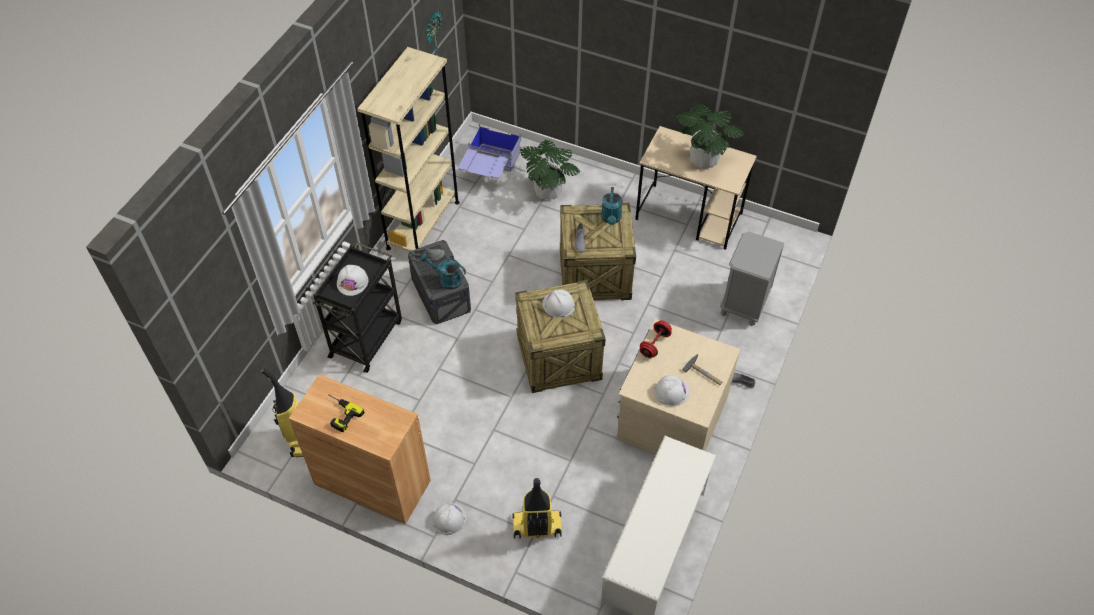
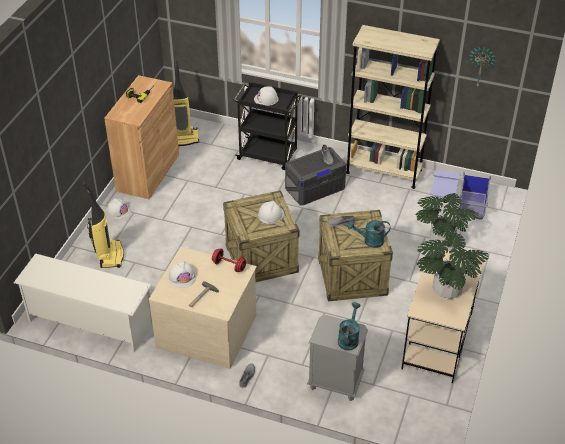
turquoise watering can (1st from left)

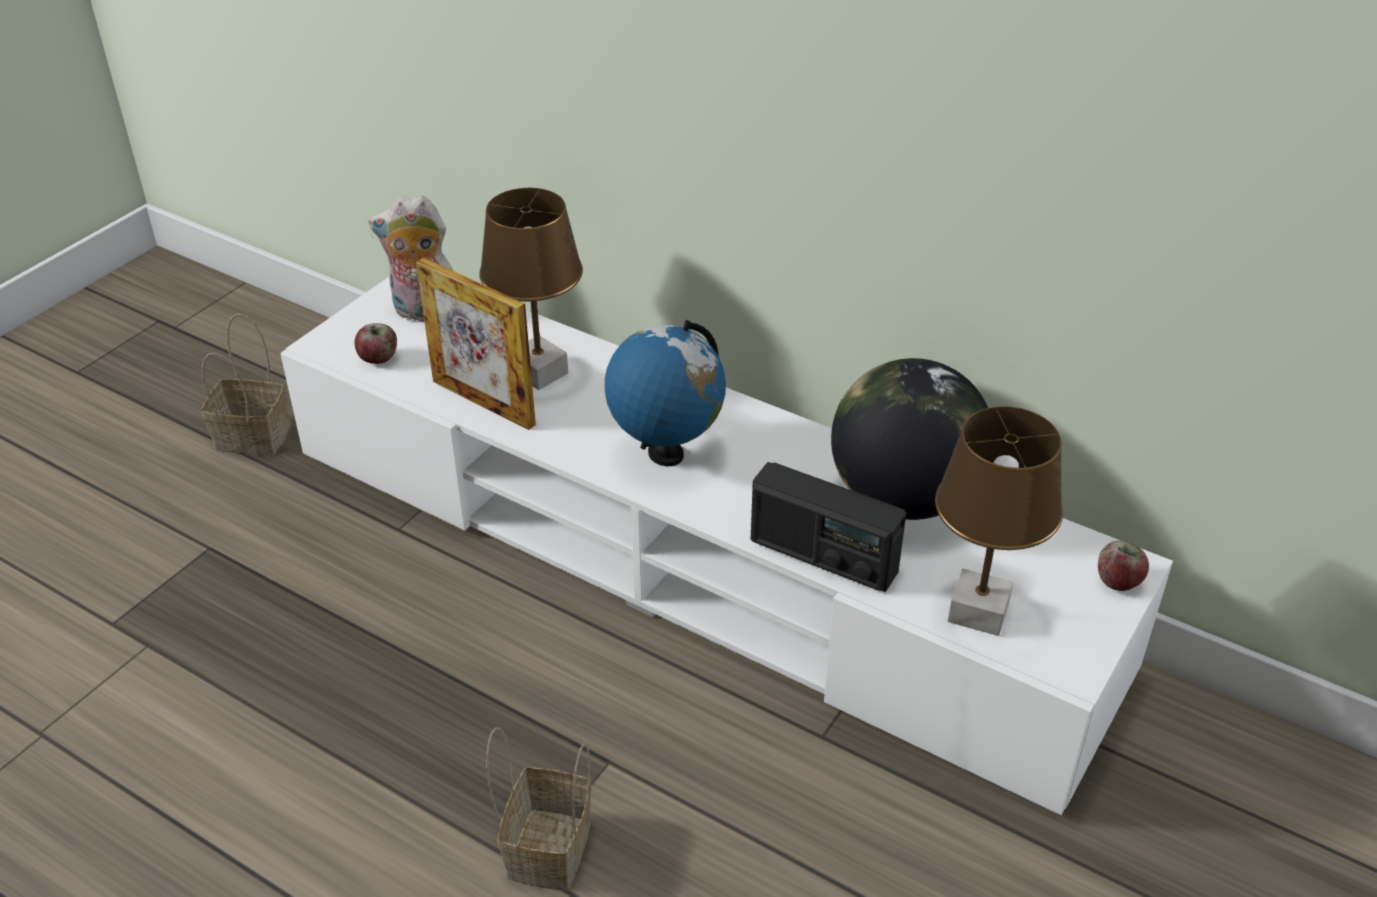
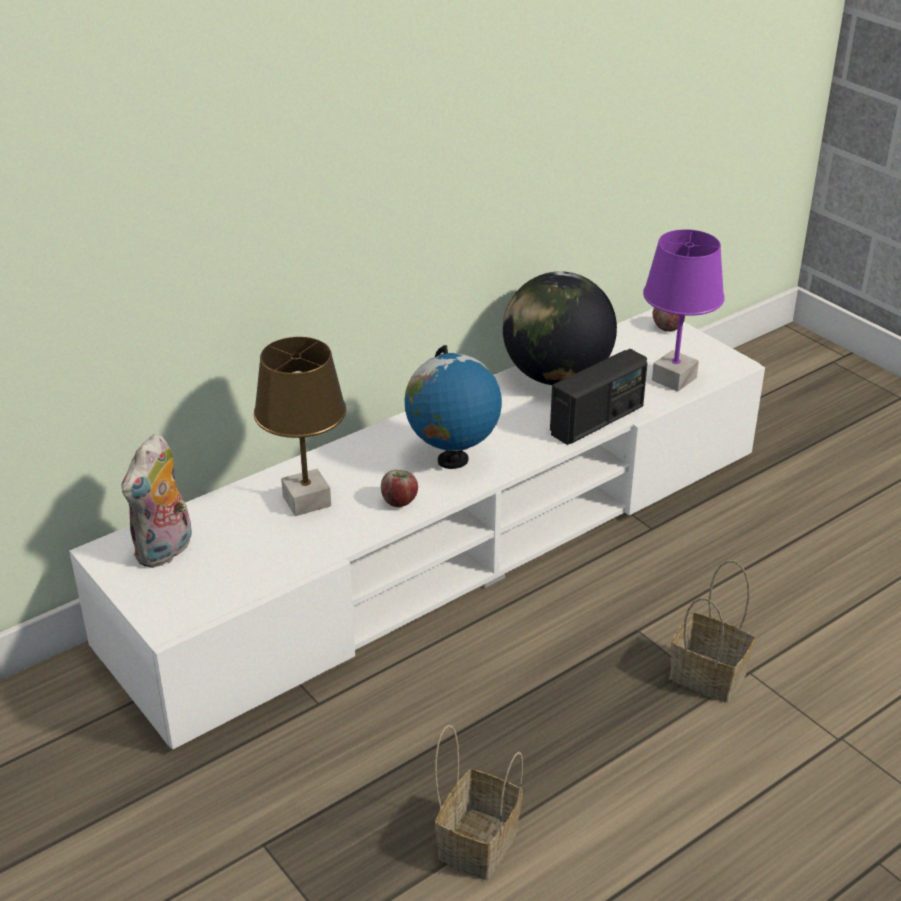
picture frame
basket (1st from left)
apple (1st from left)
purple table lamp

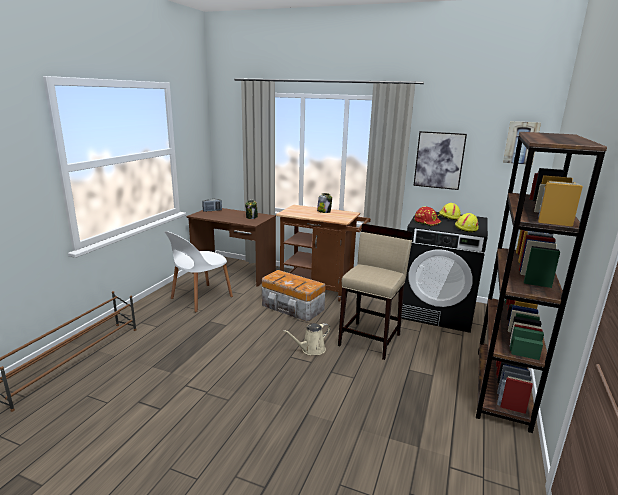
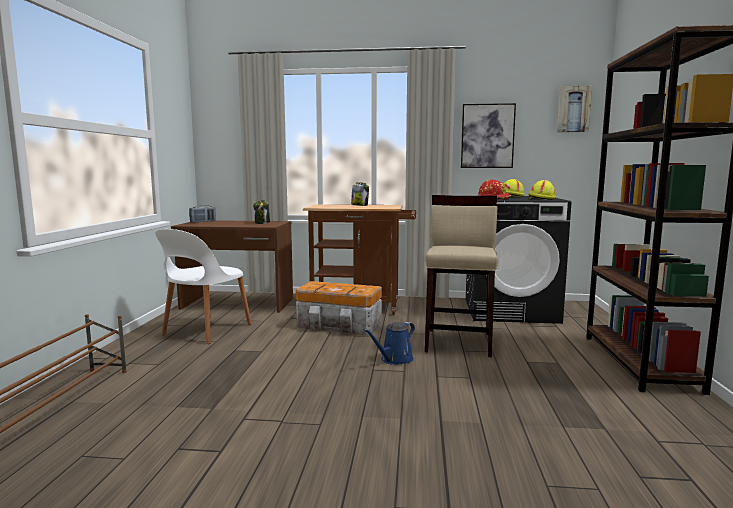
blue watering can

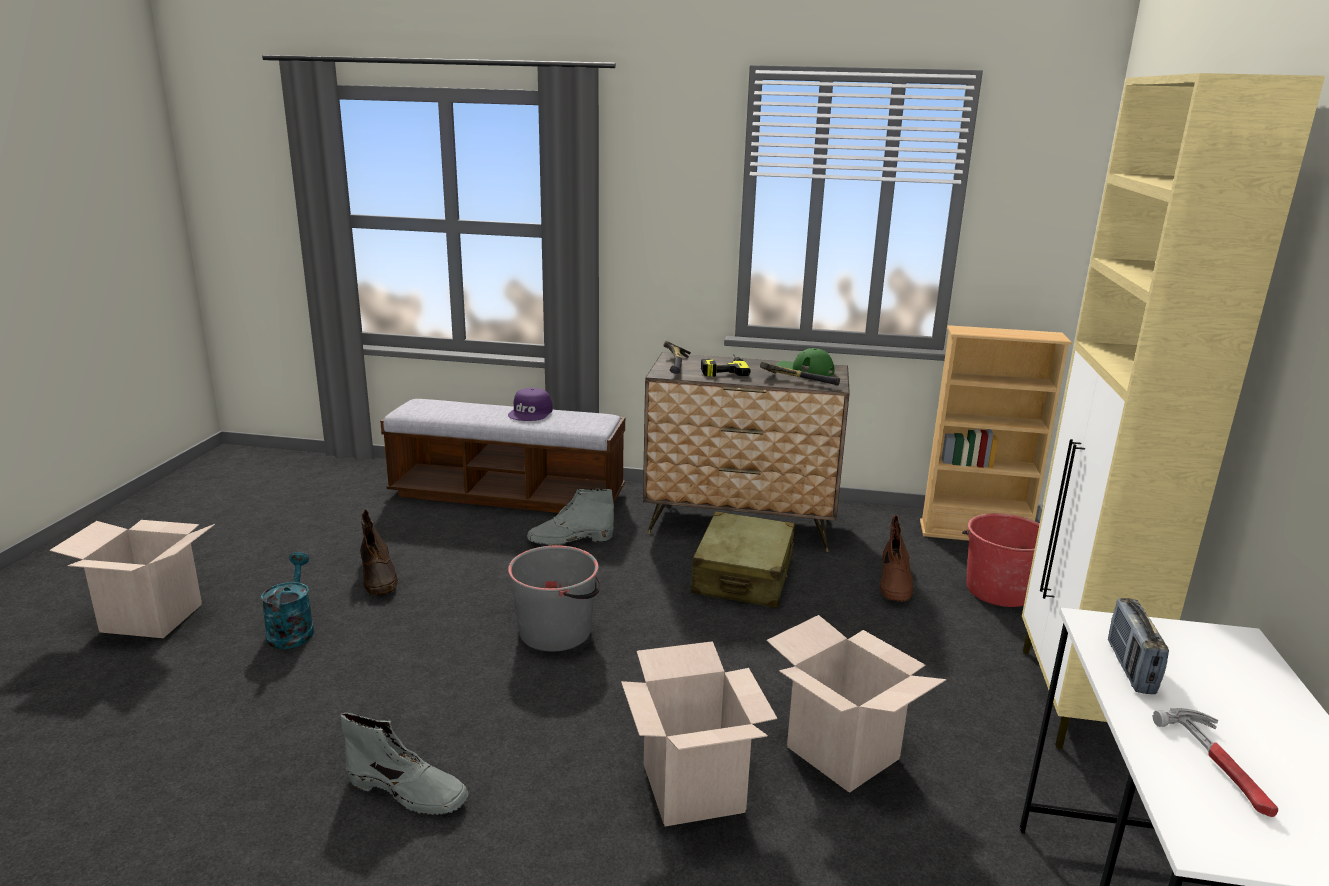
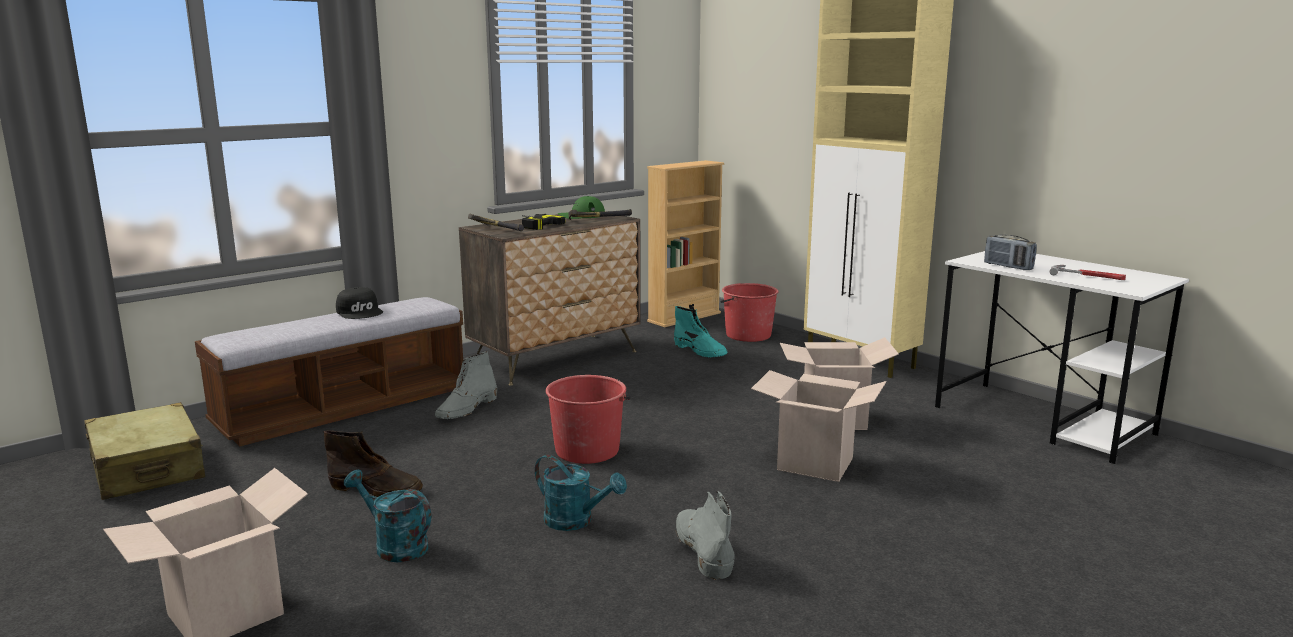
black cap
beige suitcase
turquoise boot
red bucket (1st from left)
grey boot (2nd from left)
turquoise watering can (2nd from left)

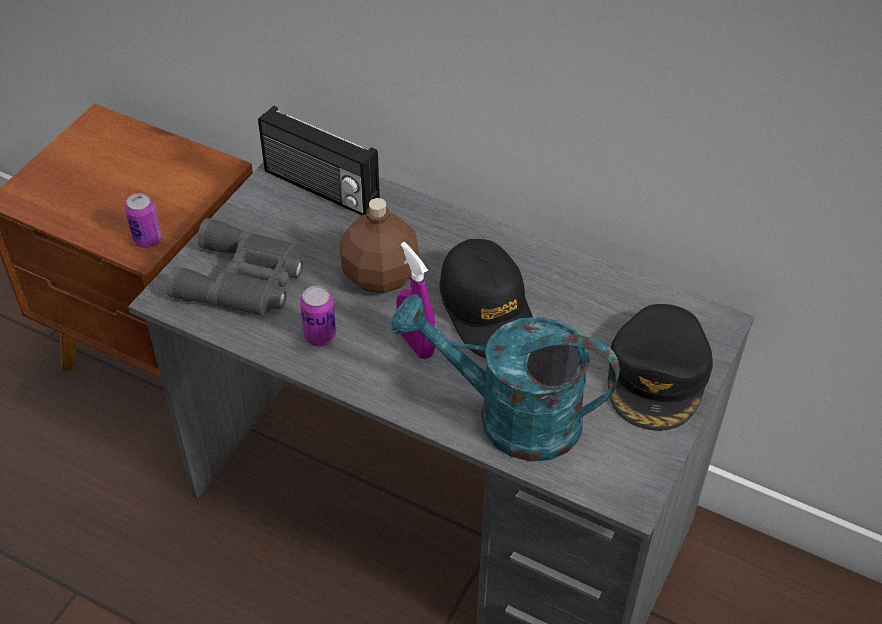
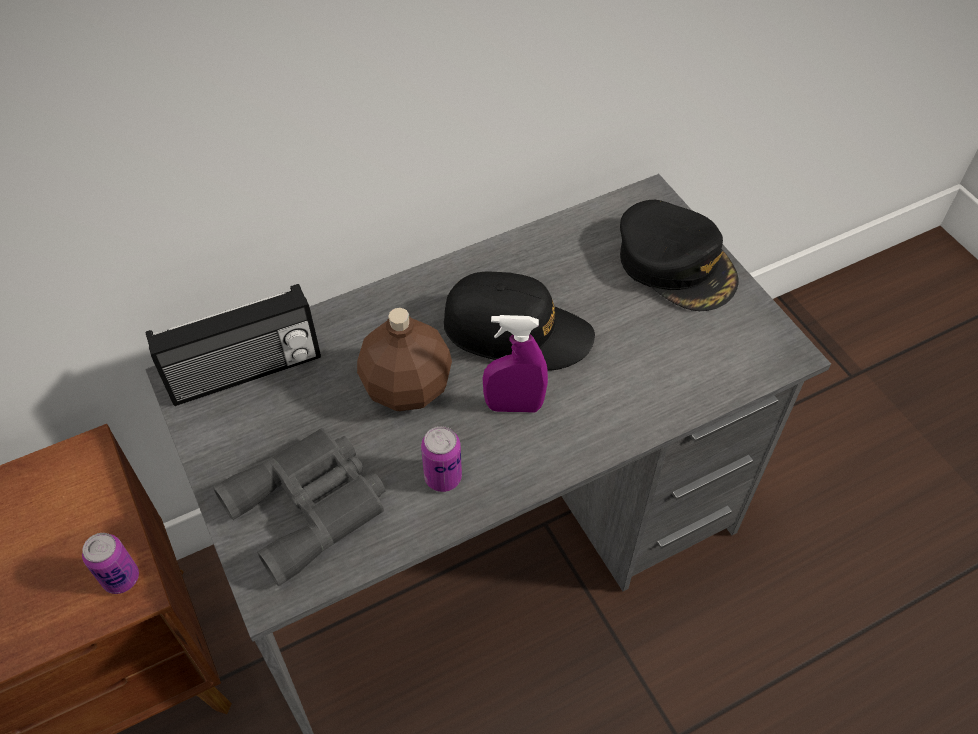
turquoise watering can

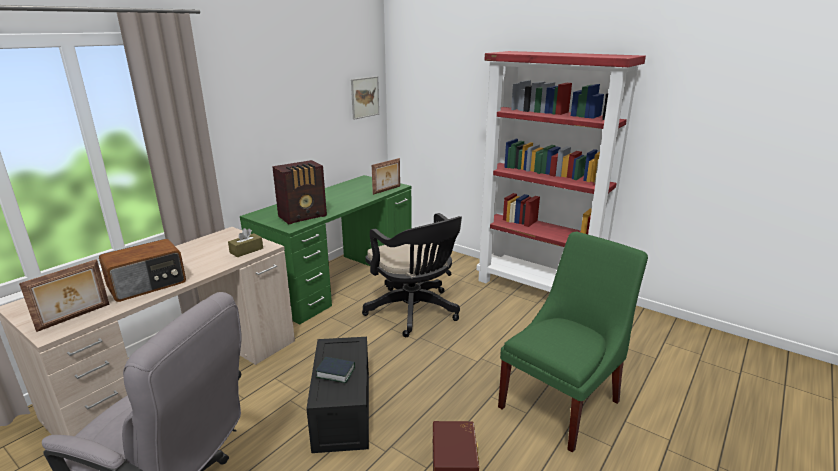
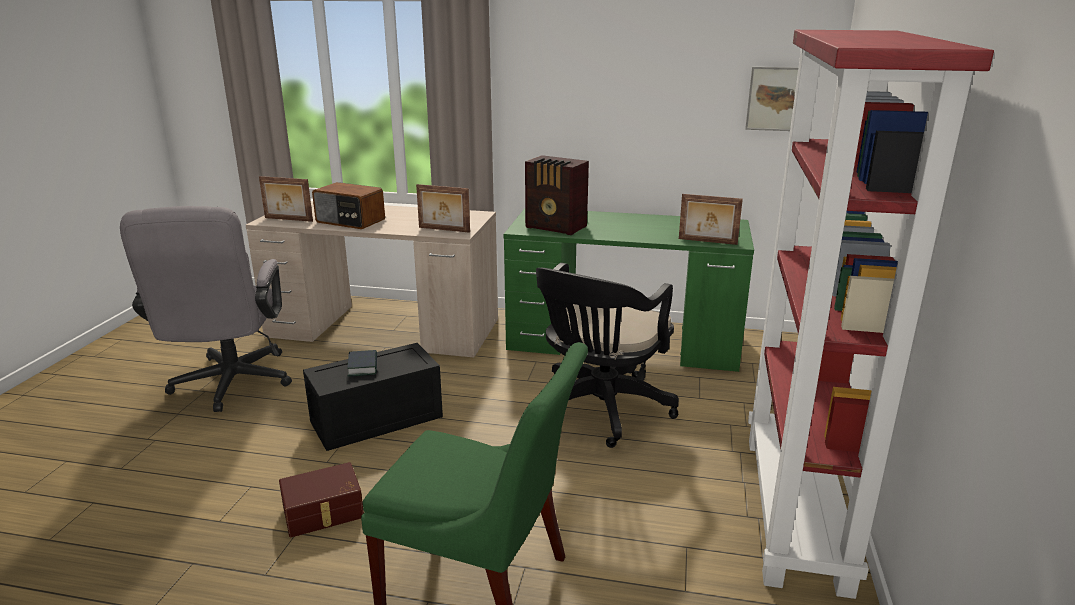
picture frame (2nd from left)

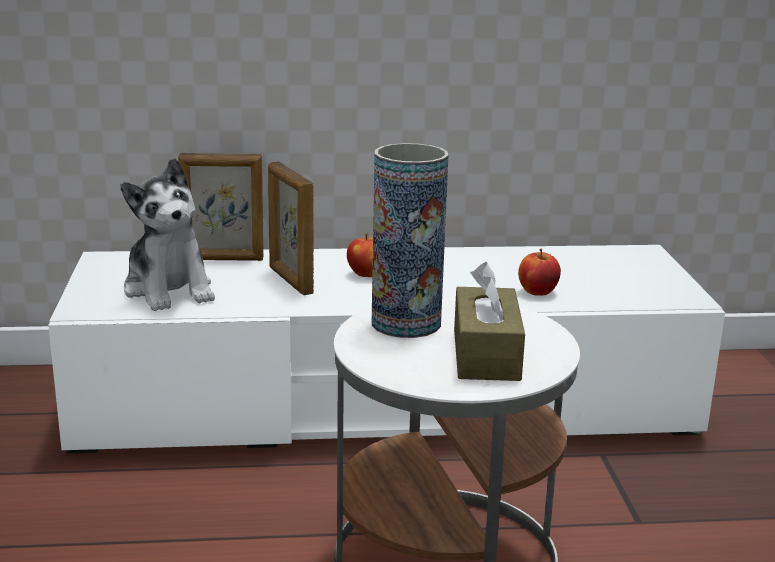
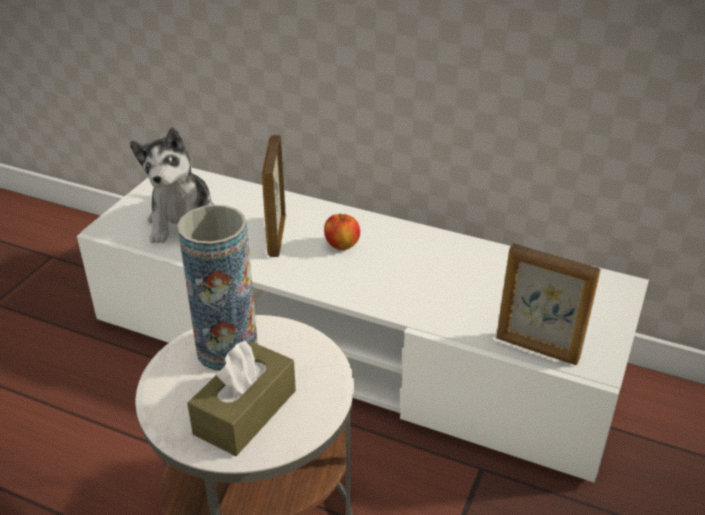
picture frame (2nd from left)
apple (2nd from left in the first image)

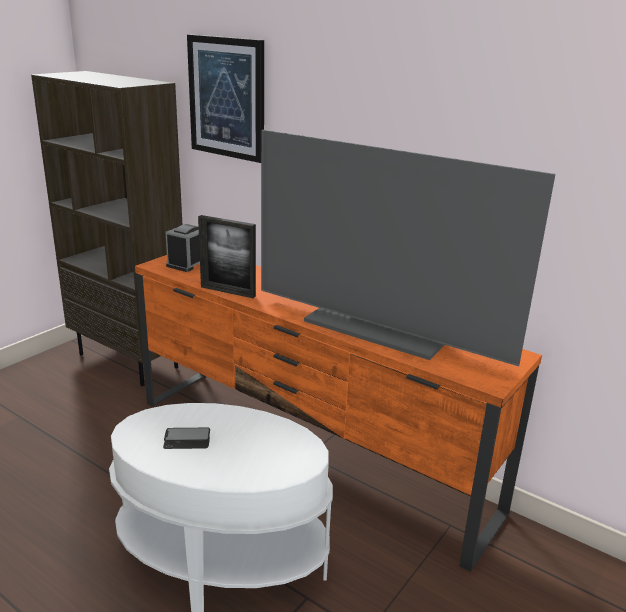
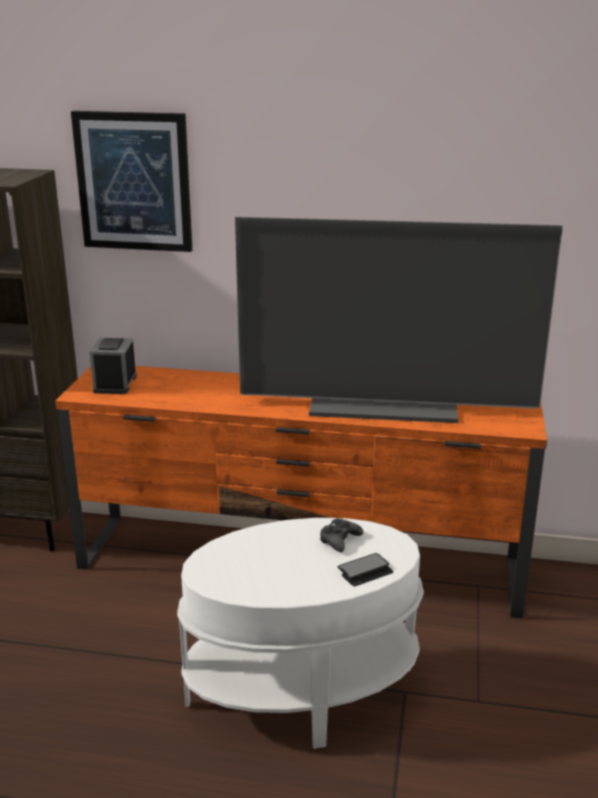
picture frame
phone
black game controller

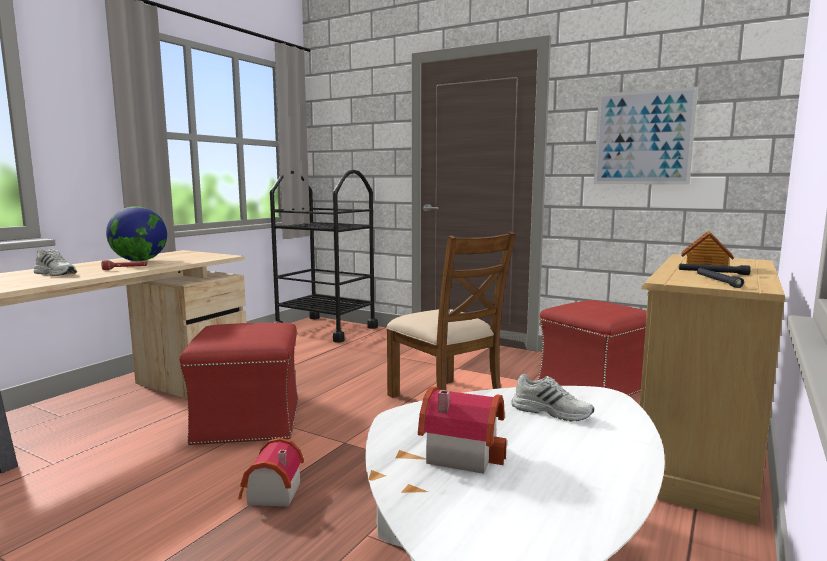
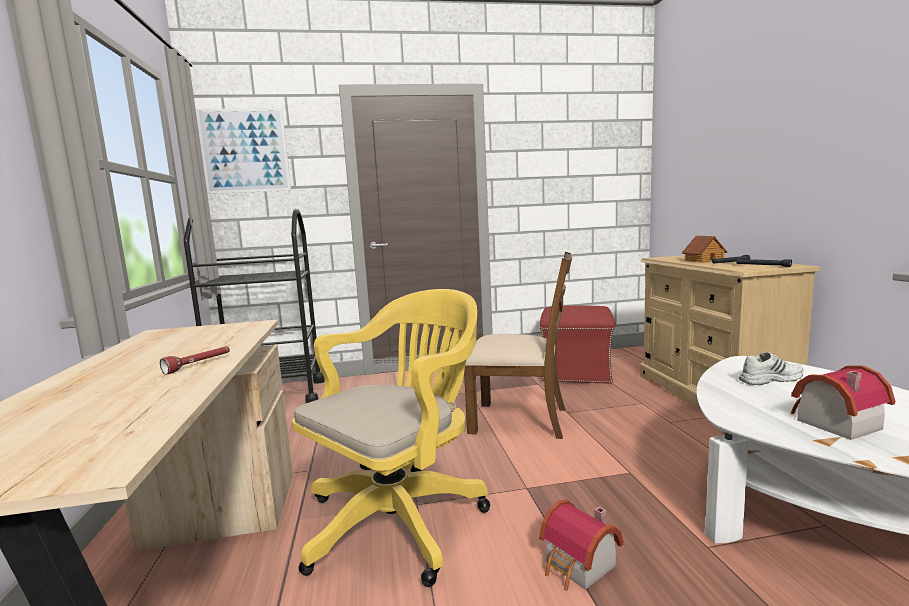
picture
globe
white shoe (1st from left in the first image)
yellow office chair

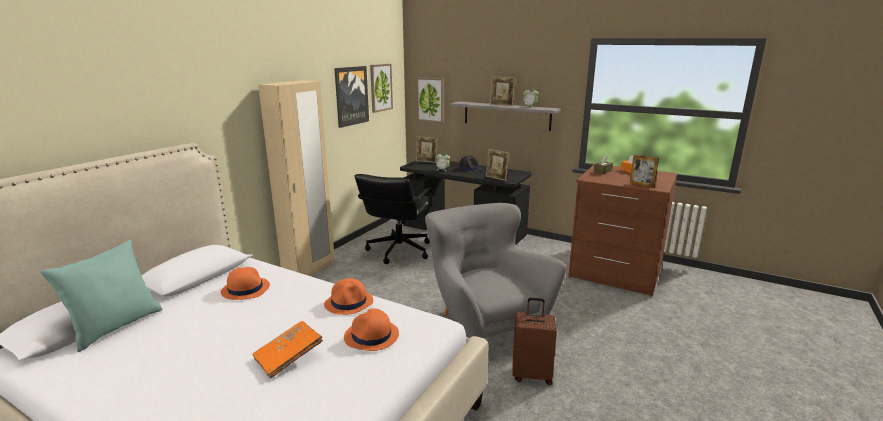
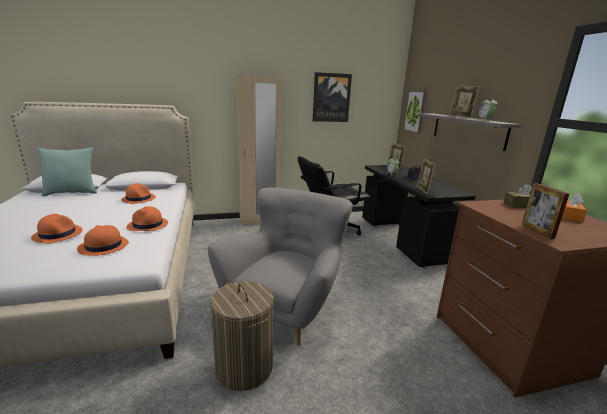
picture (2nd from left in the first image)
laundry basket
orange hat (1st from left)

